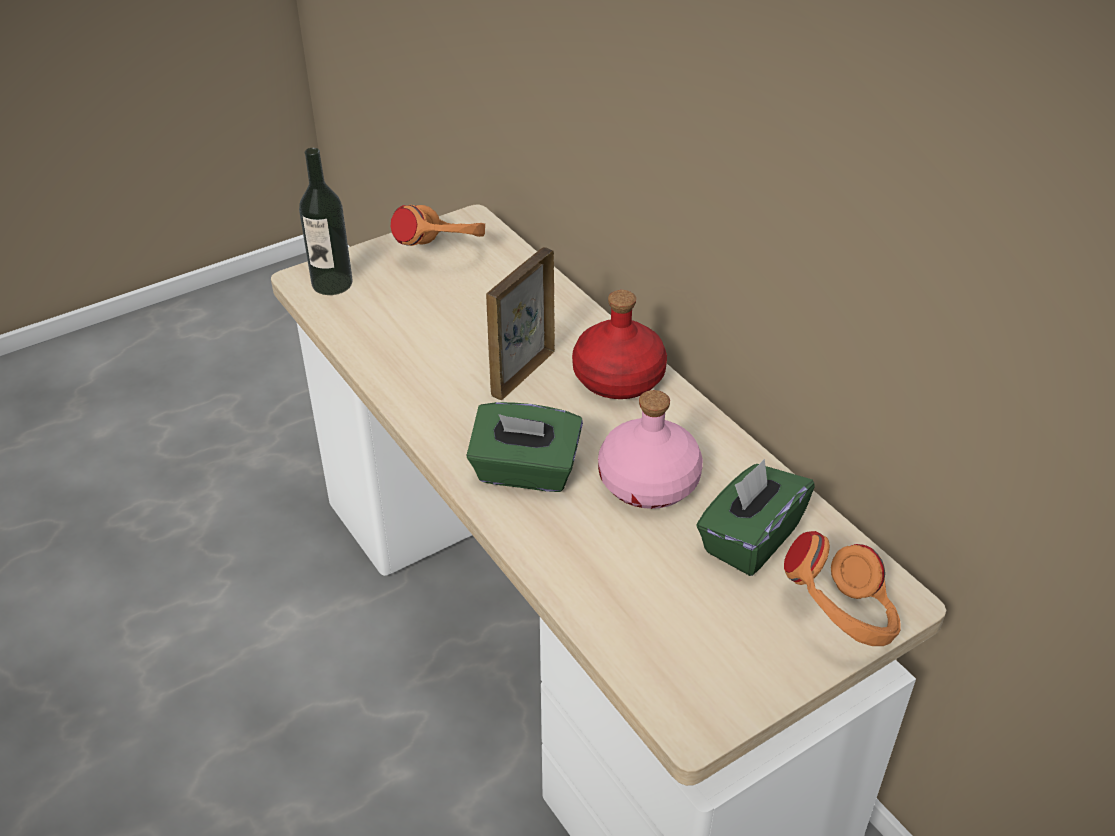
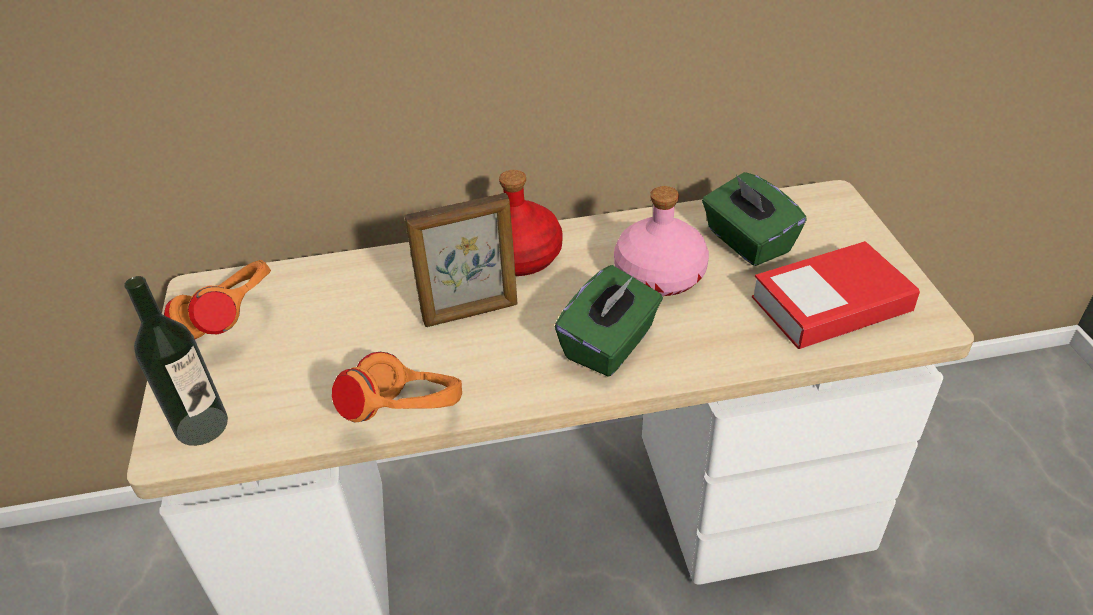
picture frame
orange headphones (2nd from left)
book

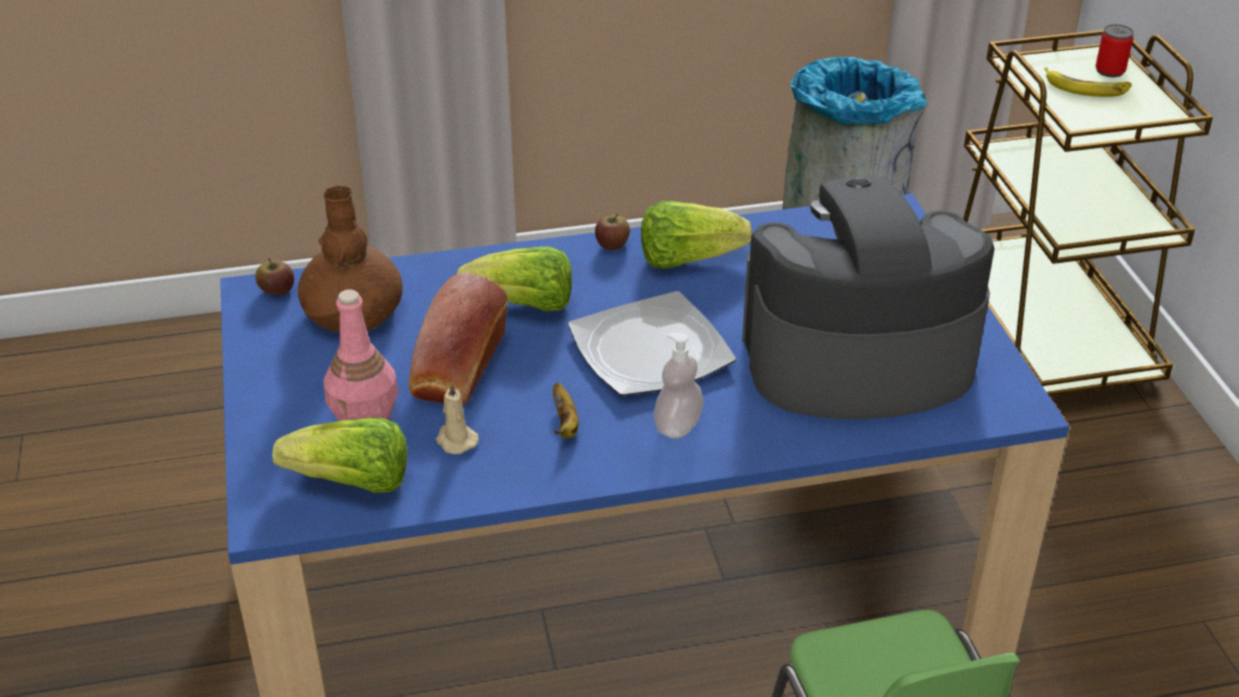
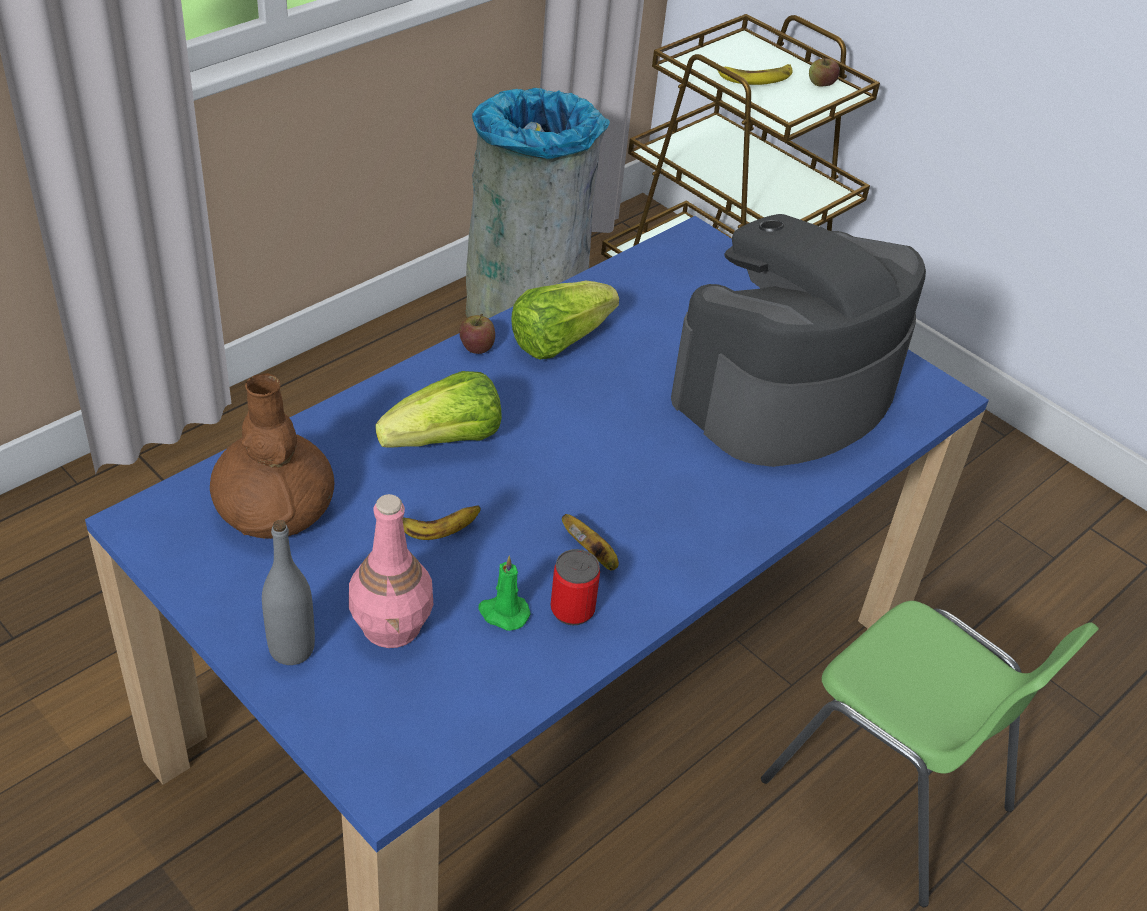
can
apple (2nd from left)
banana (1st from left)
plate
soap dispenser
green candle
lettuce (1st from left in the first image)
grey bottle

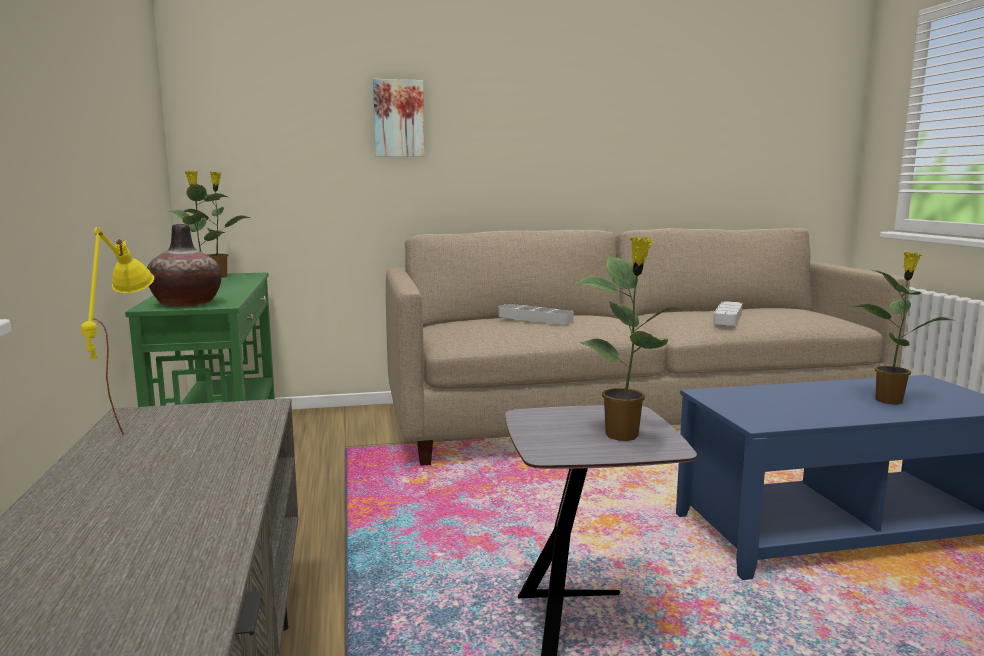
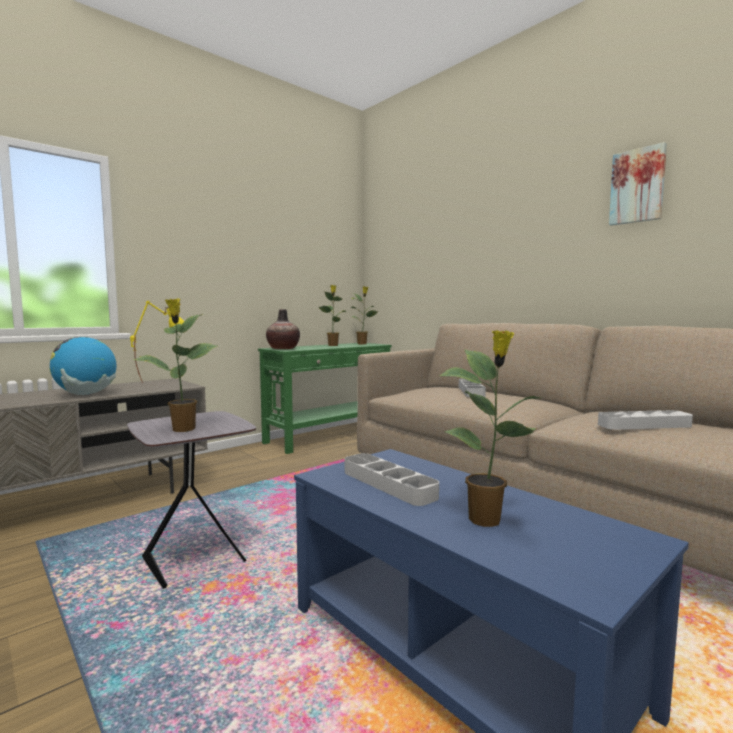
picture
globe
grey tray (1st from left)

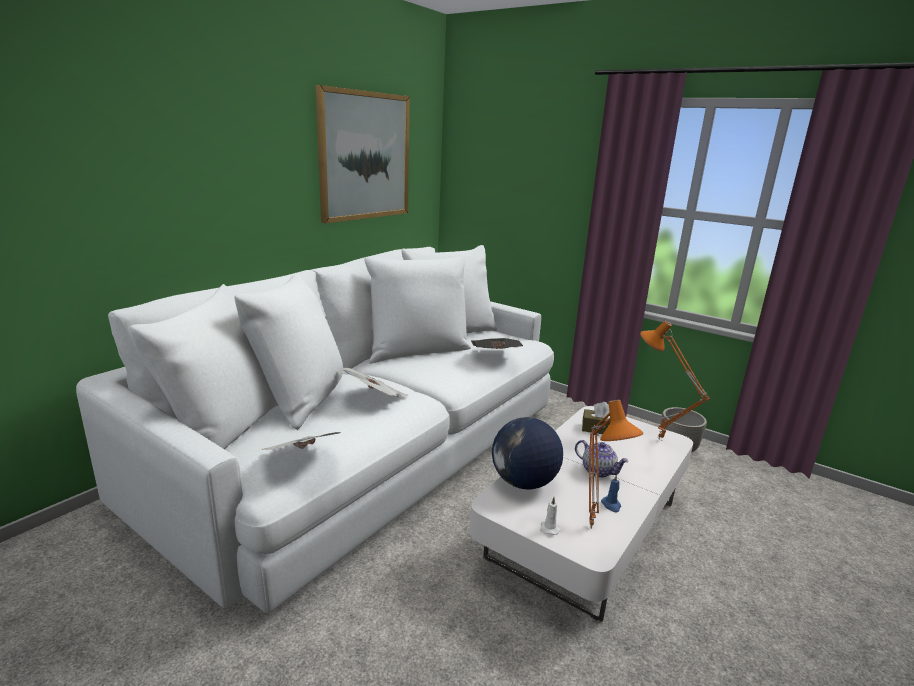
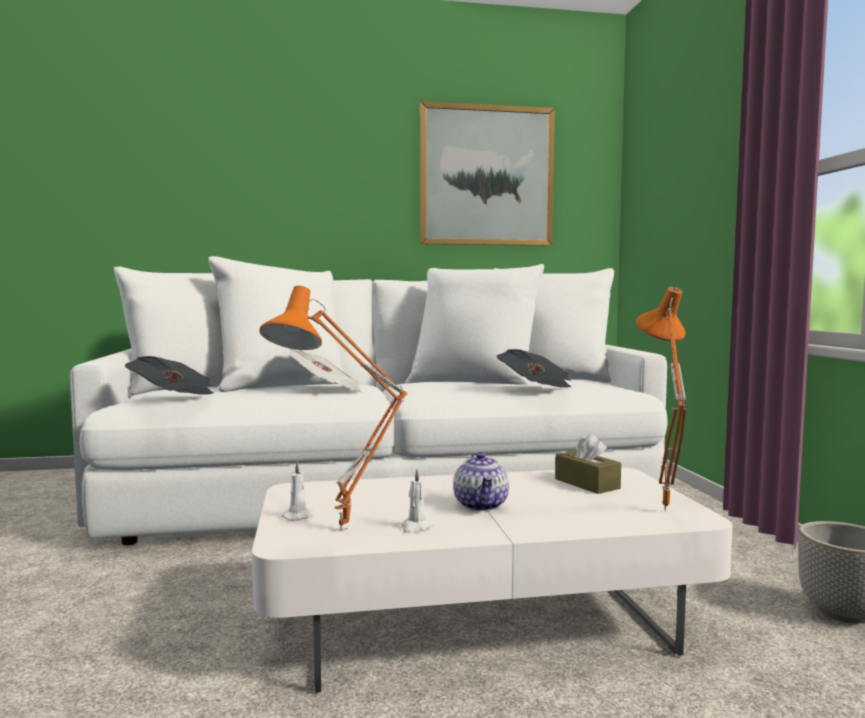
globe
white candle (2nd from left)

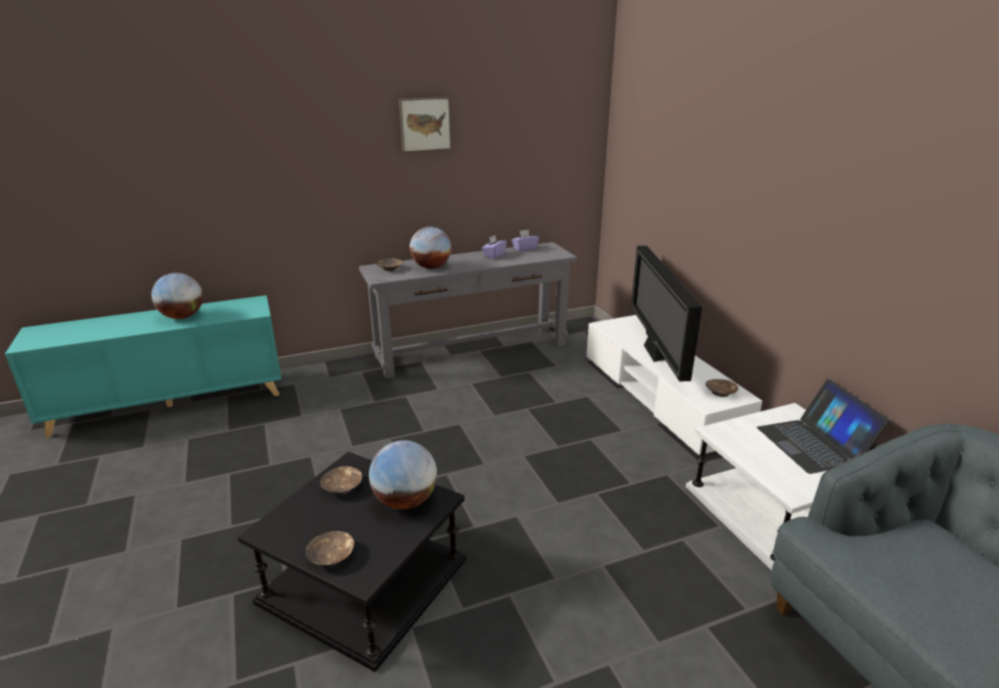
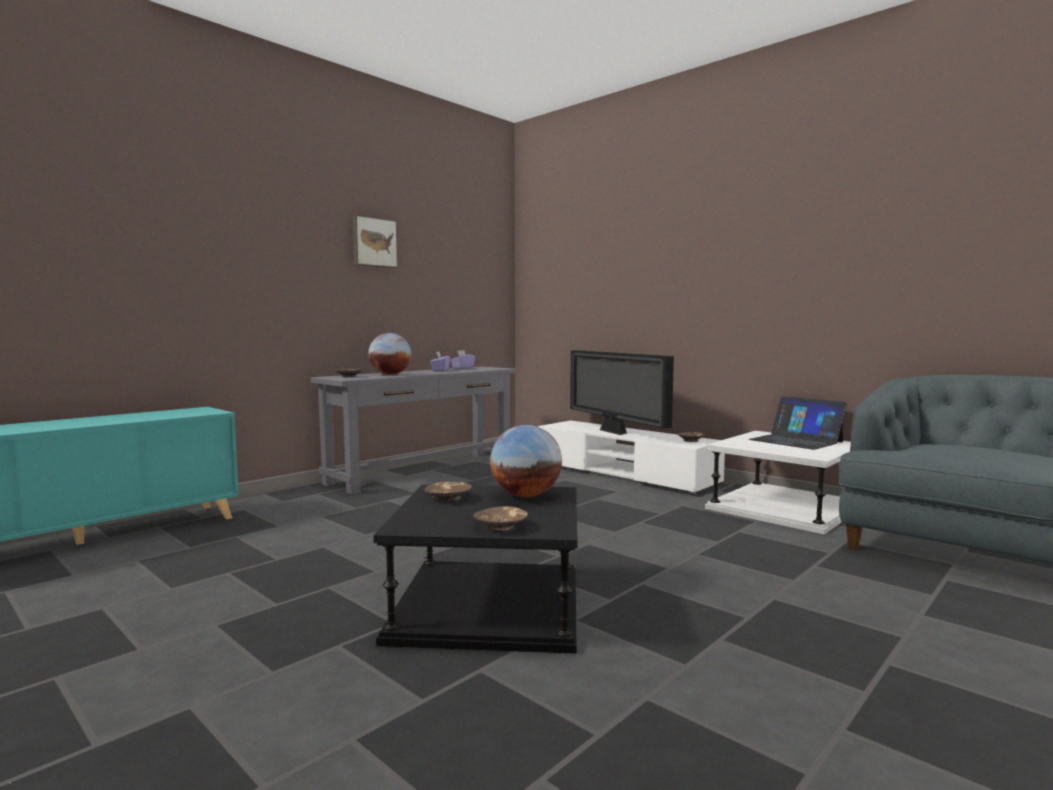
globe (1st from left in the first image)

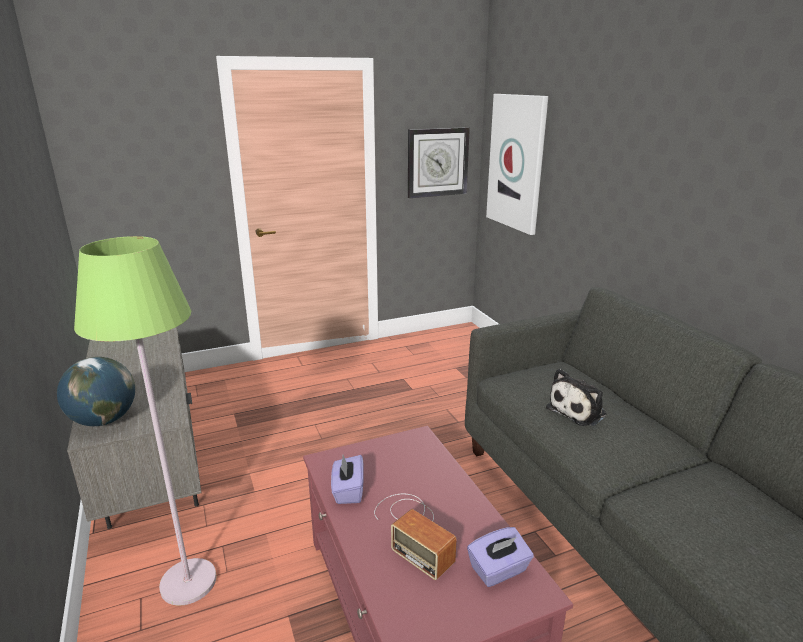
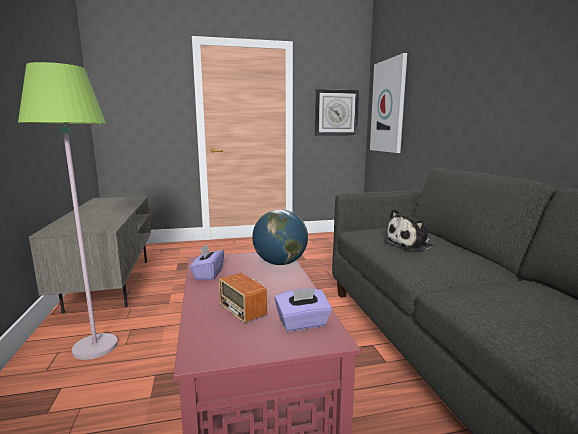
globe

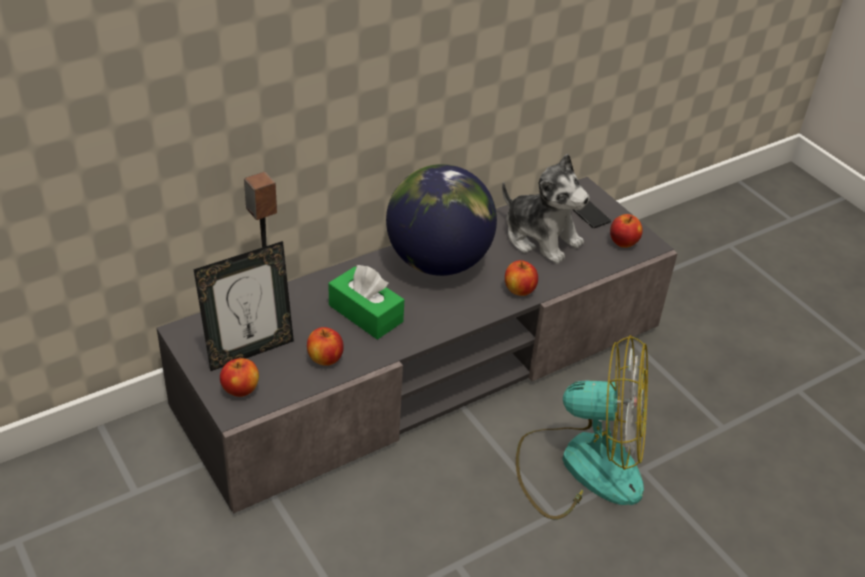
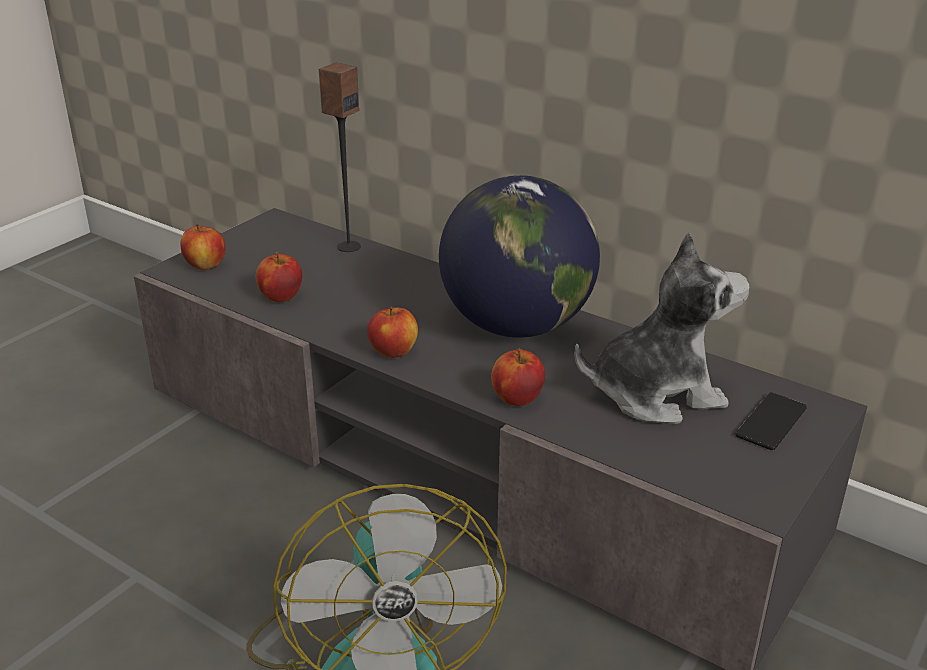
plush toy
apple (3rd from left)
picture frame
green tissue box

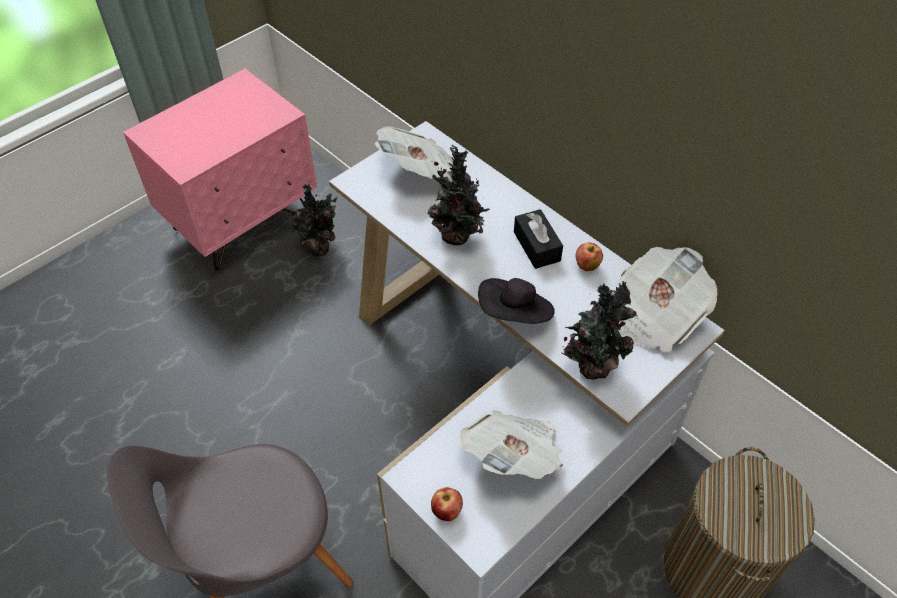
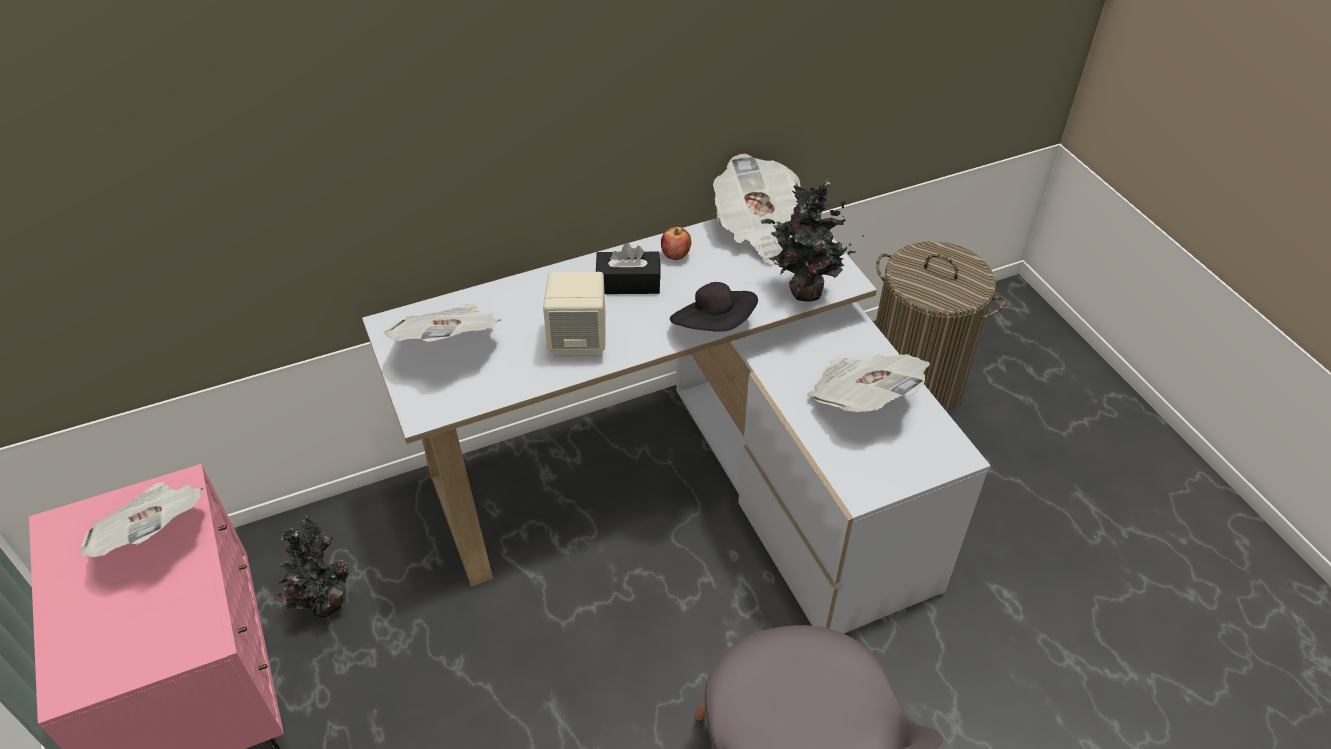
beige speaker
apple (1st from left in the first image)
newspaper (1st from left)

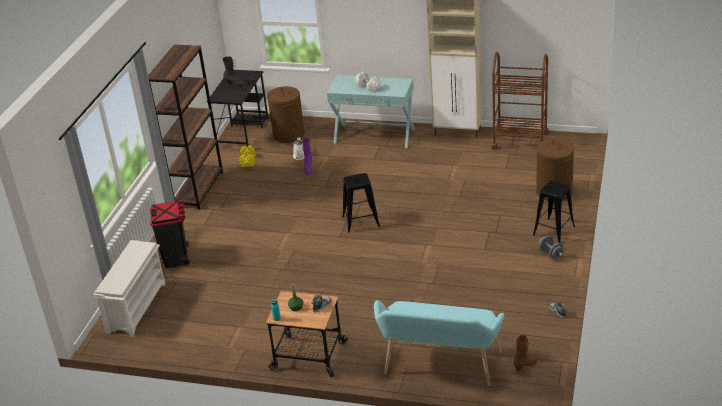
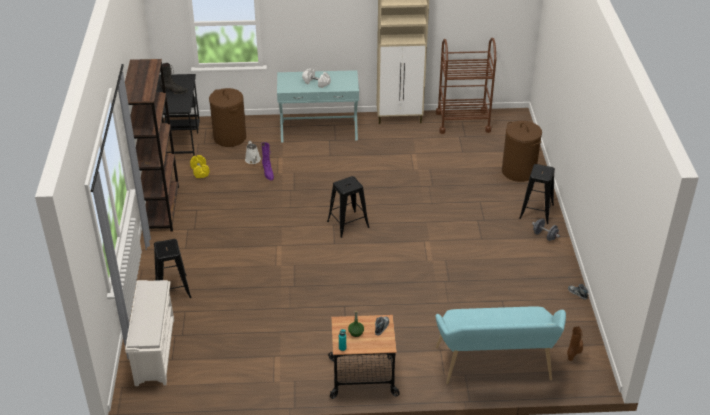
black stool (1st from left)

